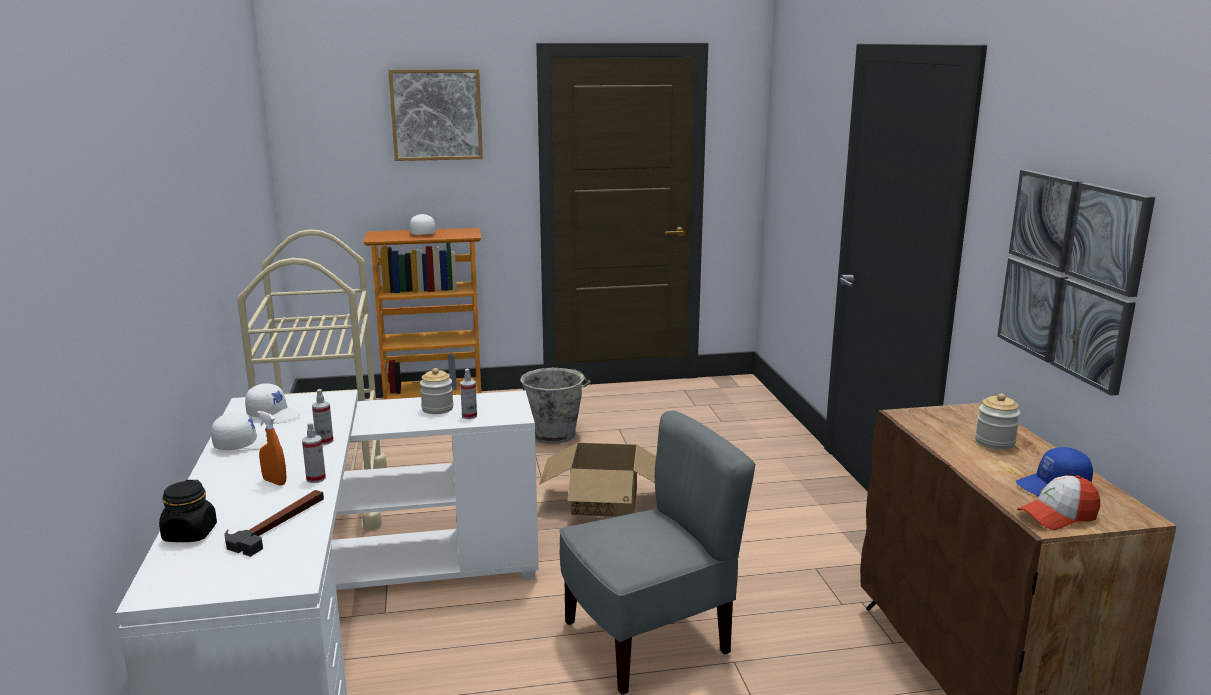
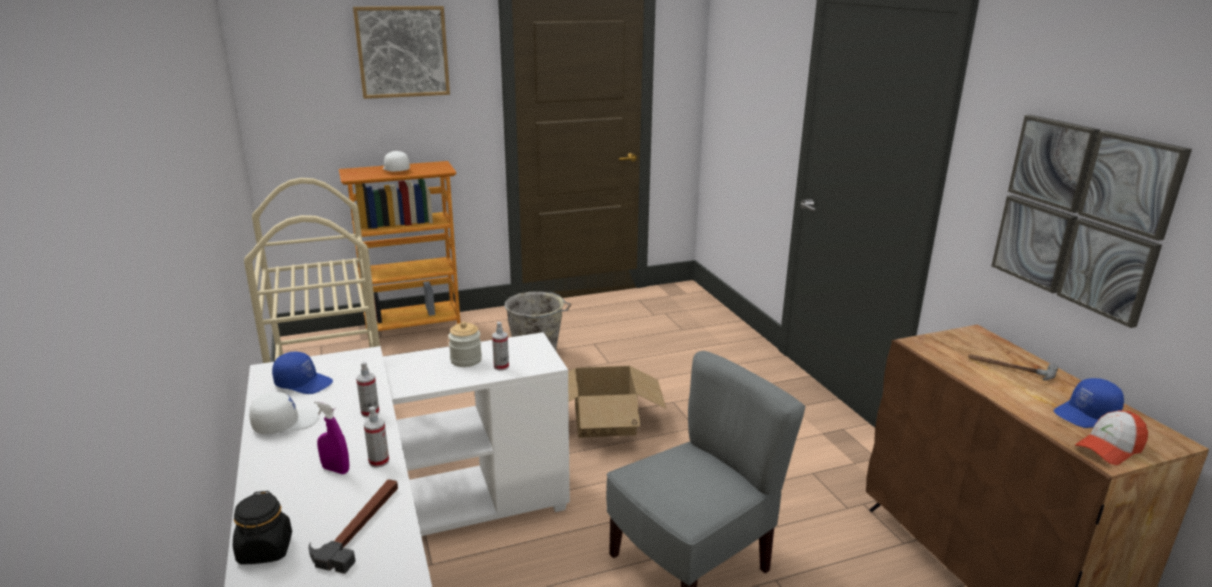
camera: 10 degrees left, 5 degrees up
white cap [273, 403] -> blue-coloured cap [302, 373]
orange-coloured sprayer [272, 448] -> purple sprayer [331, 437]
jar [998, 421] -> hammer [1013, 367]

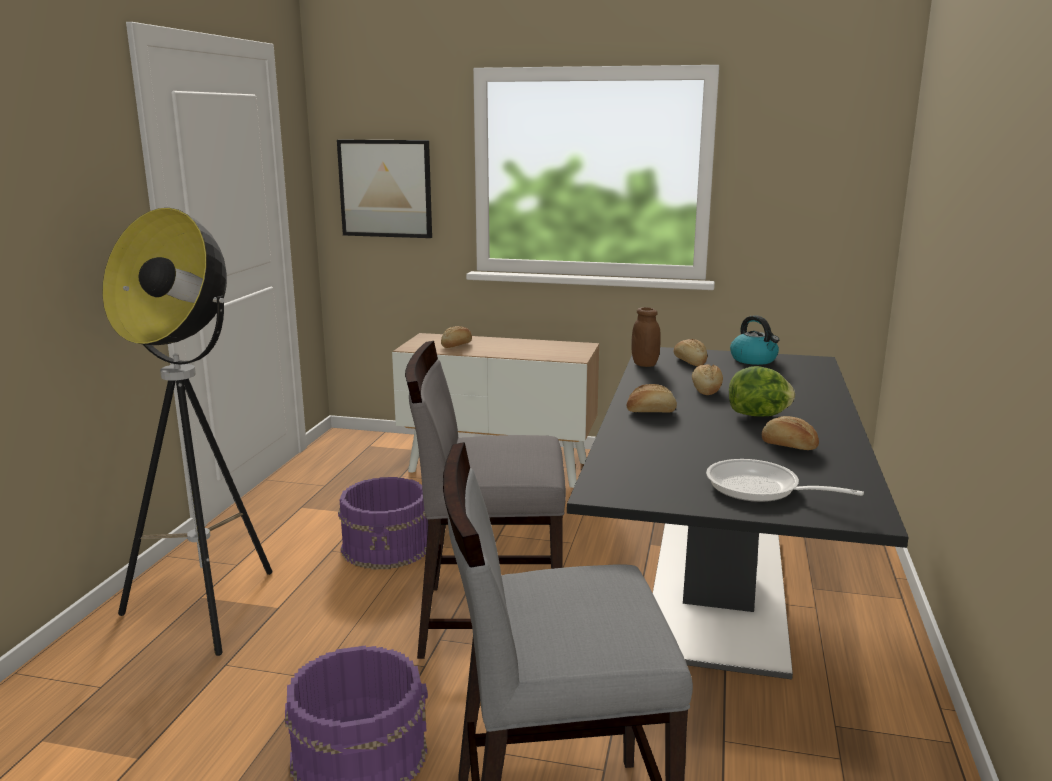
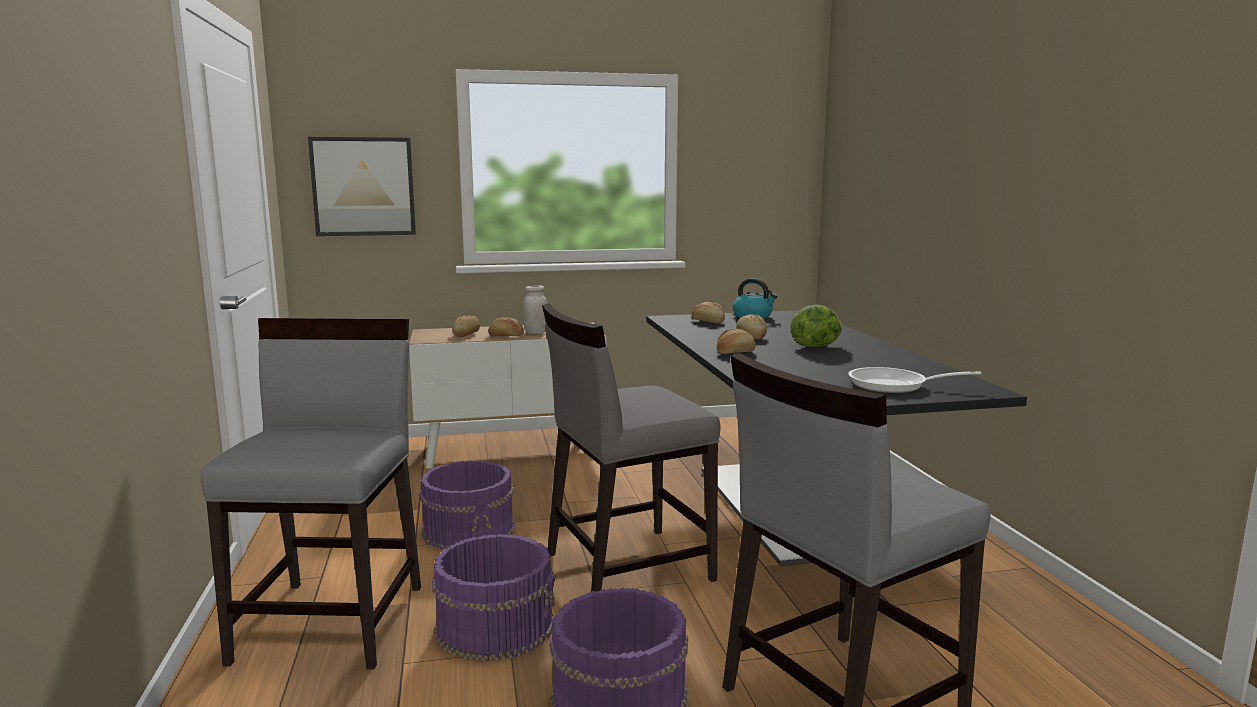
camera: 25 degrees left, 5 degrees down
standard lamp [187, 432] -> grey upright chair [311, 494]
brown jar [646, 337] -> none
bakery bread [790, 433] -> bakery bread [506, 326], relocated
none -> purple pail [493, 598]
none -> white jar [535, 309]

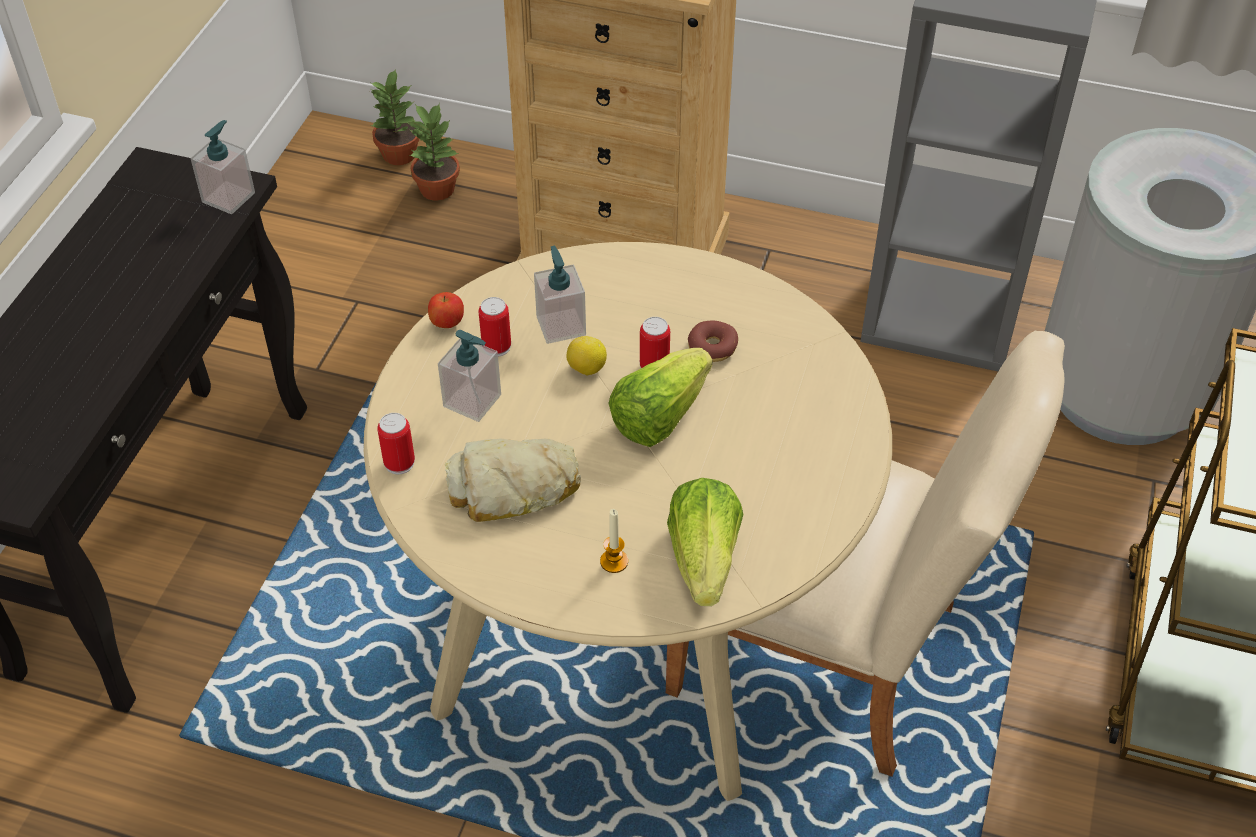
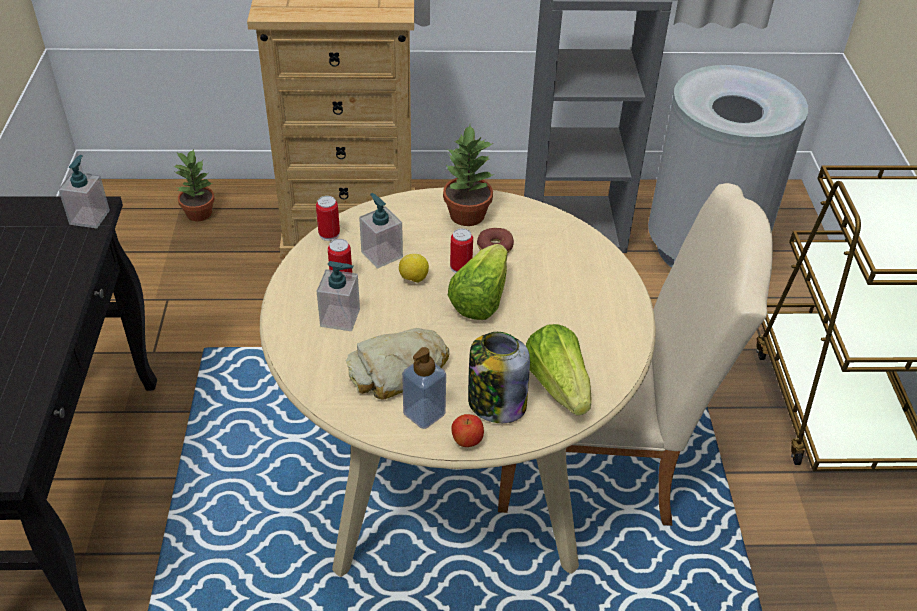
camera: 20 degrees left, 5 degrees down
houseplant [395, 116] -> houseplant [469, 175], relocated
sealed can [396, 443] -> sealed can [328, 218], relocated
apple [446, 310] -> apple [467, 430], relocated
wax candle [614, 541] -> jar [499, 377]
none -> liquid soap bottle [424, 388]

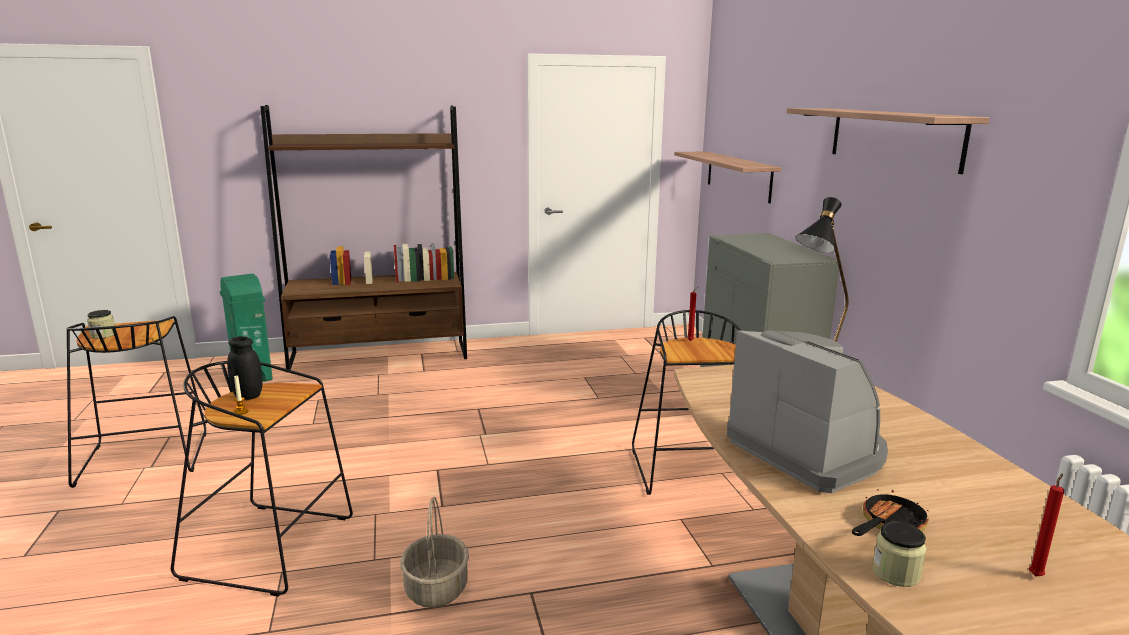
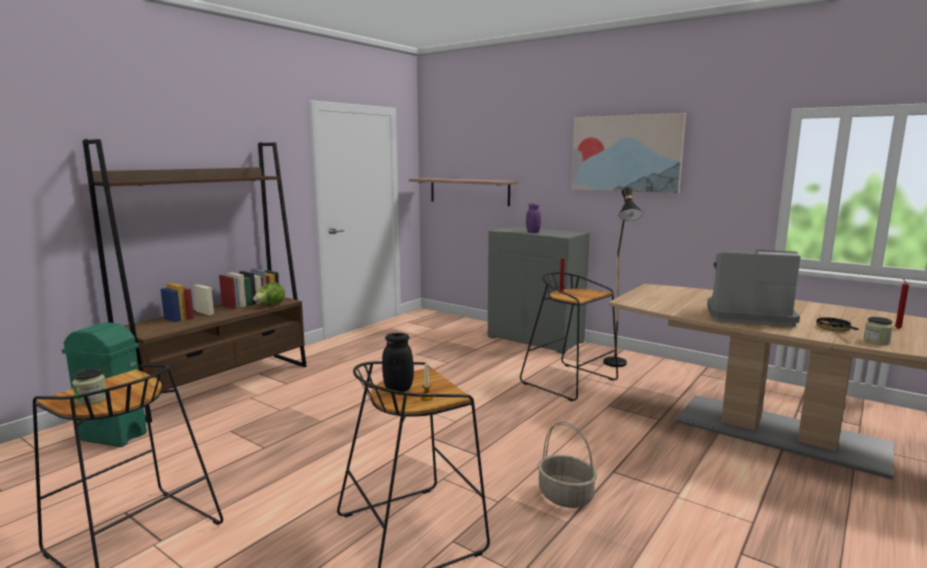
camera: 40 degrees left, 5 degrees down
shelf [887, 141] -> wall art [628, 153]
none -> lettuce head [269, 294]
none -> purple jar [533, 218]

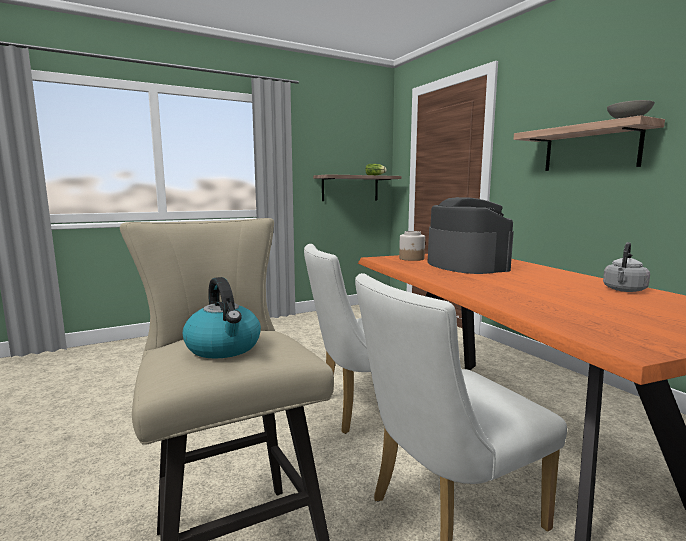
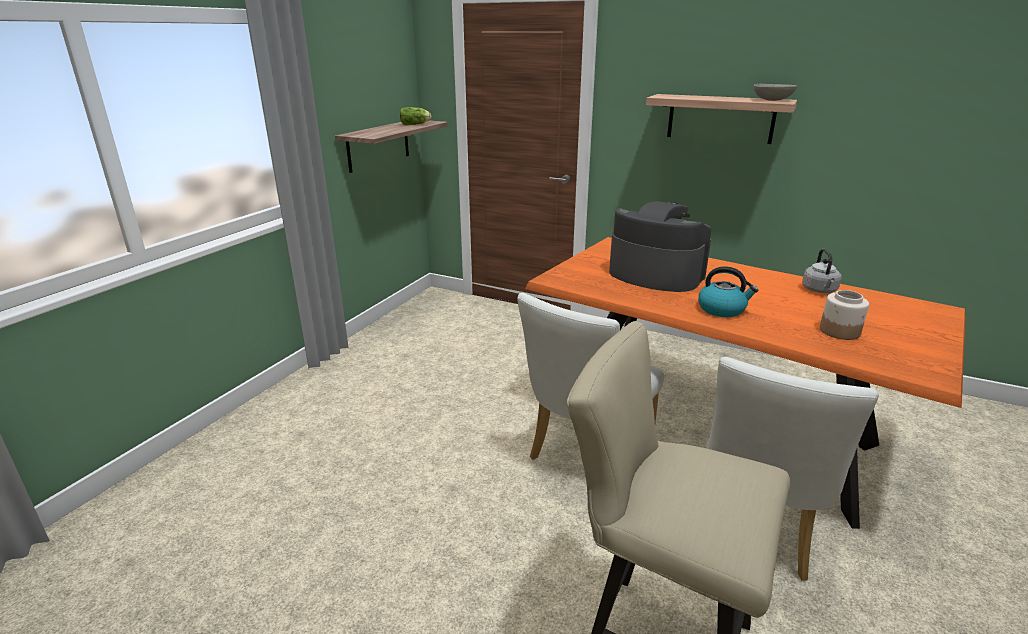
camera: 35 degrees left, 15 degrees up
kettle [222, 318] -> kettle [728, 291], relocated
jar [412, 246] -> jar [844, 315], relocated

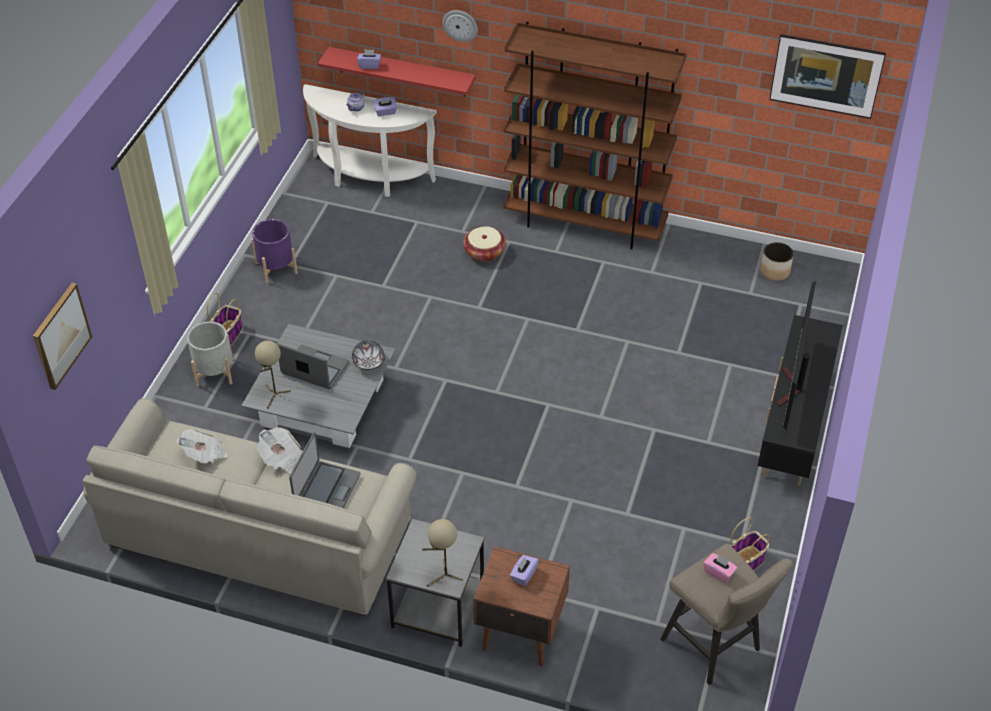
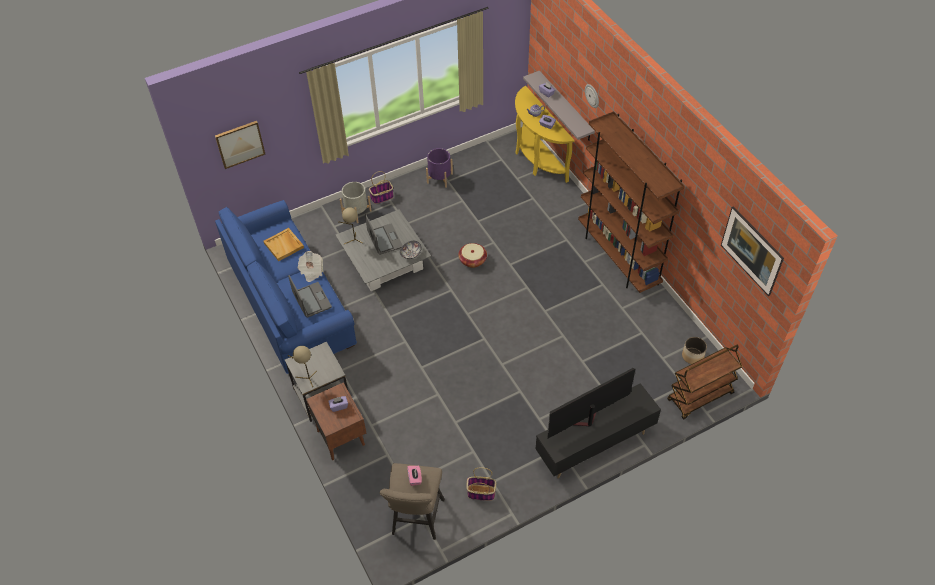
camera: 45 degrees right, 5 degrees up
beige settee [250, 507] -> blue-coloured settee [286, 287]
daily paper [202, 446] -> beige carrying tray [284, 244]
notebook computer [325, 470] -> notebook computer [310, 296], 90 degrees counterclockwise
white narrow table [370, 140] -> yellow-coloured narrow table [544, 134]
red shelf [397, 72] -> grey shelf [559, 106]
basket [485, 244] -> basket [473, 255], relocated
none -> brown trolley [705, 382]

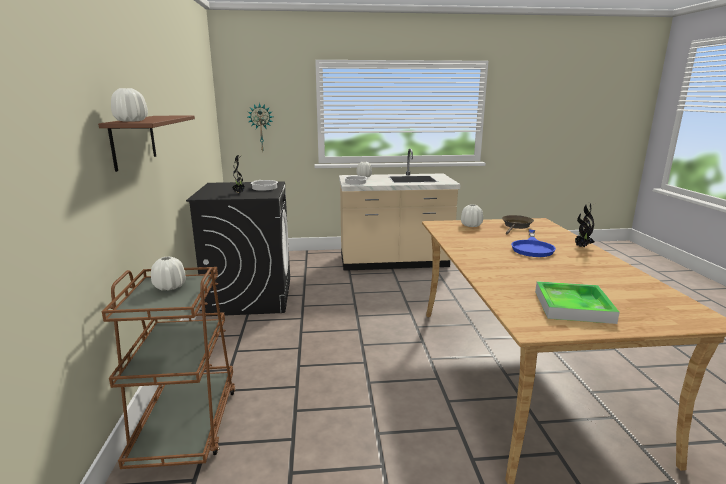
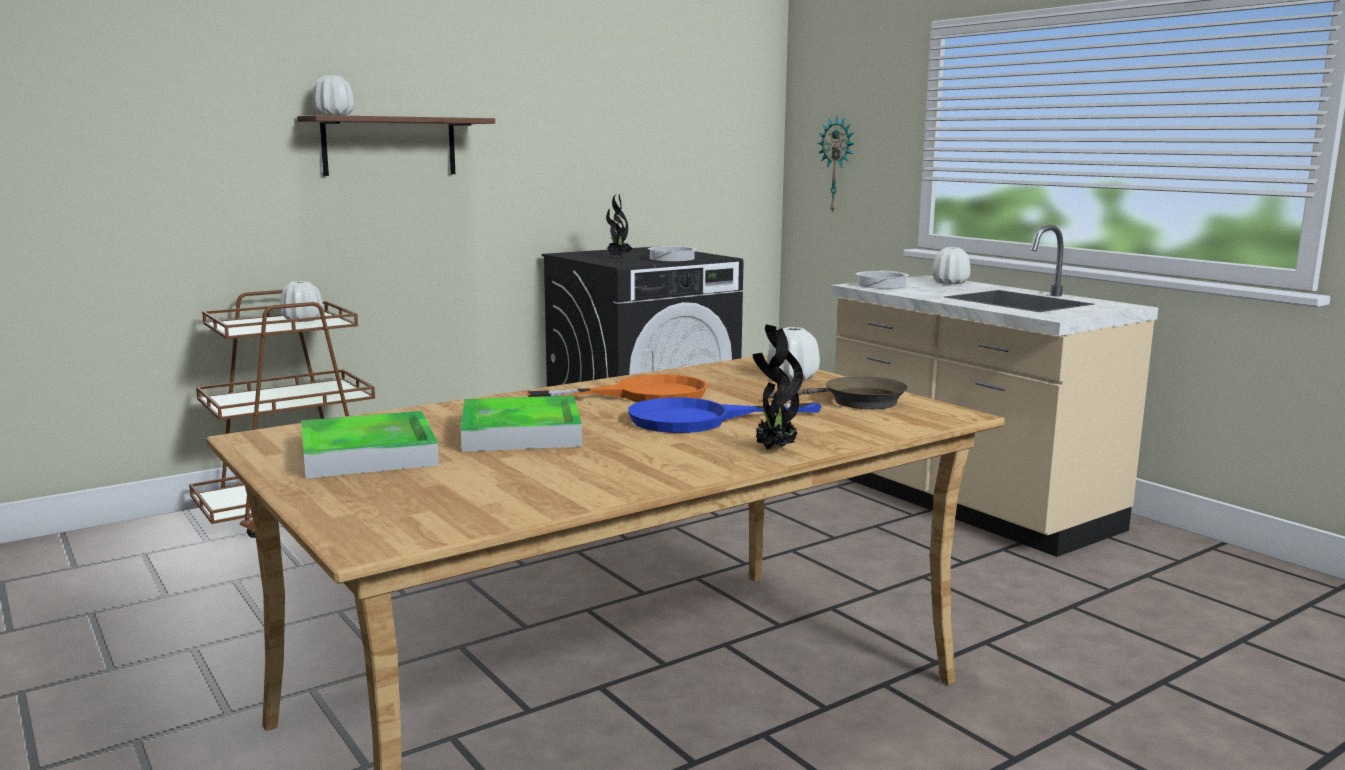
camera: 60 degrees right, 5 degrees down
none -> carrying tray [521, 424]
none -> orange-coloured skillet [617, 388]

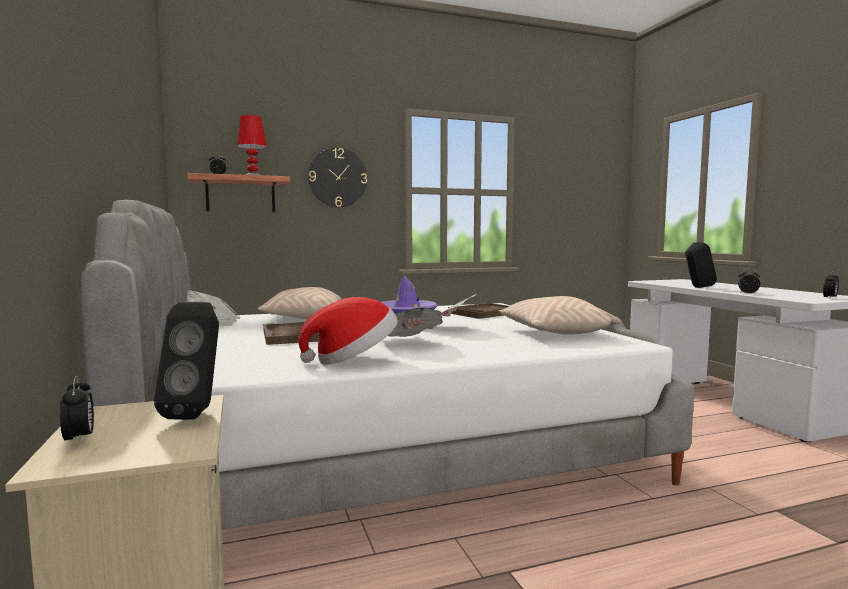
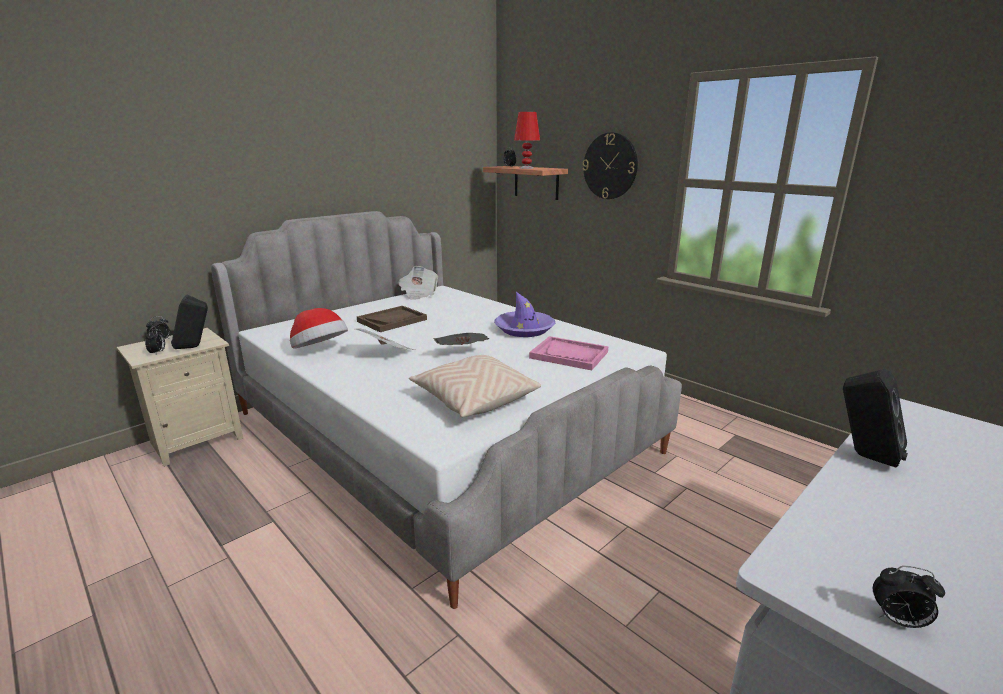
camera: 65 degrees right, 15 degrees up
beige cushion [300, 303] -> none
brown carrying tray [478, 311] -> pink-coloured carrying tray [568, 353]
bedside clock [749, 281] -> bedside clock [155, 340], relocated

